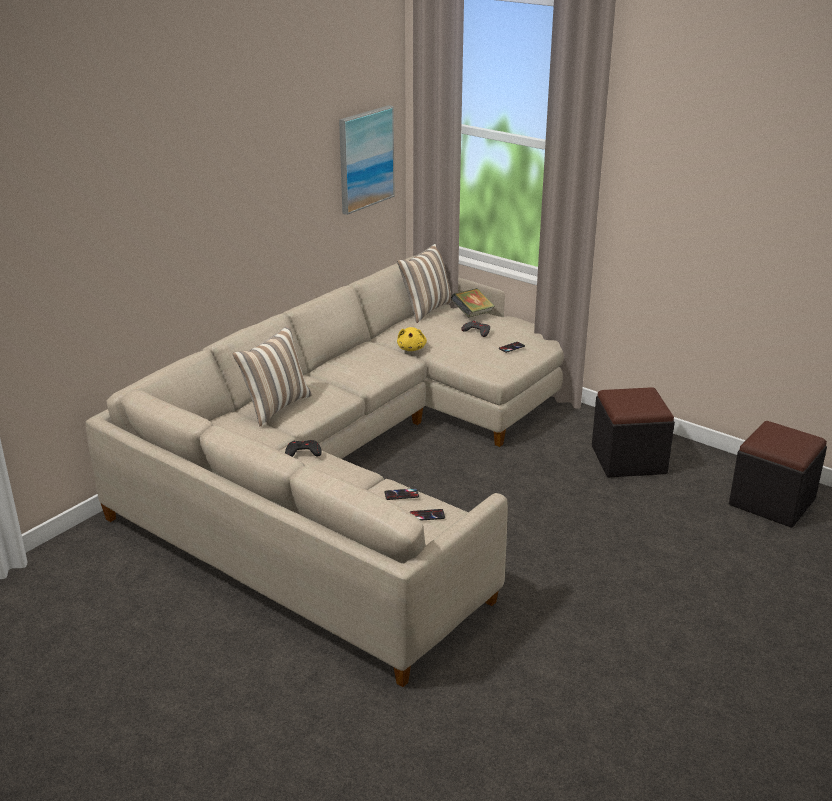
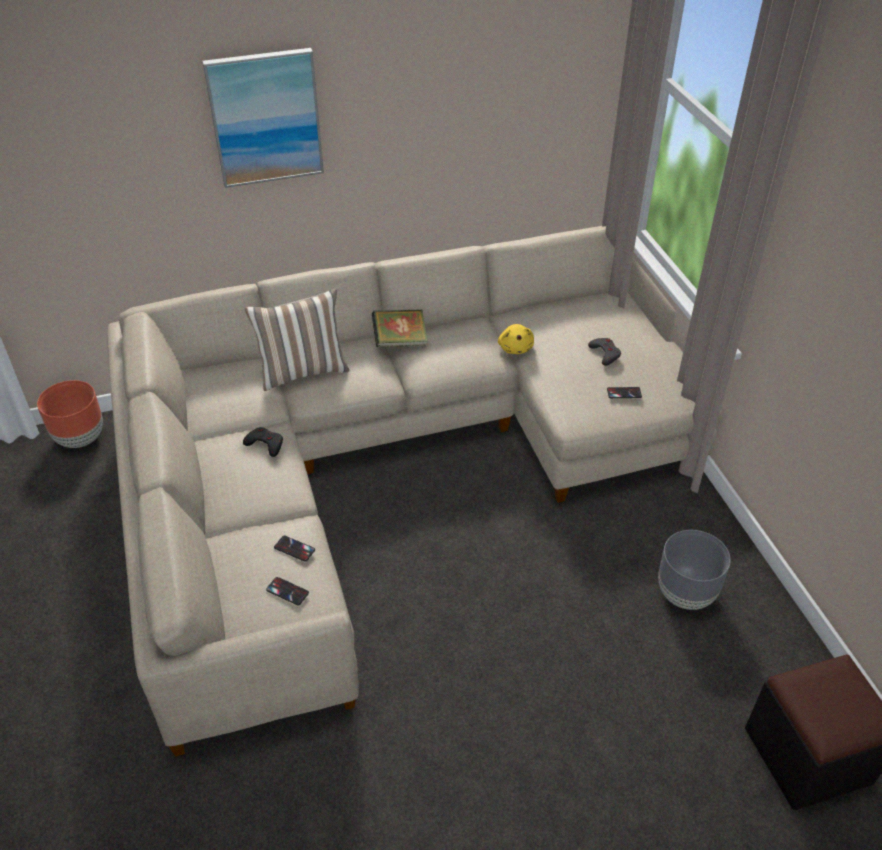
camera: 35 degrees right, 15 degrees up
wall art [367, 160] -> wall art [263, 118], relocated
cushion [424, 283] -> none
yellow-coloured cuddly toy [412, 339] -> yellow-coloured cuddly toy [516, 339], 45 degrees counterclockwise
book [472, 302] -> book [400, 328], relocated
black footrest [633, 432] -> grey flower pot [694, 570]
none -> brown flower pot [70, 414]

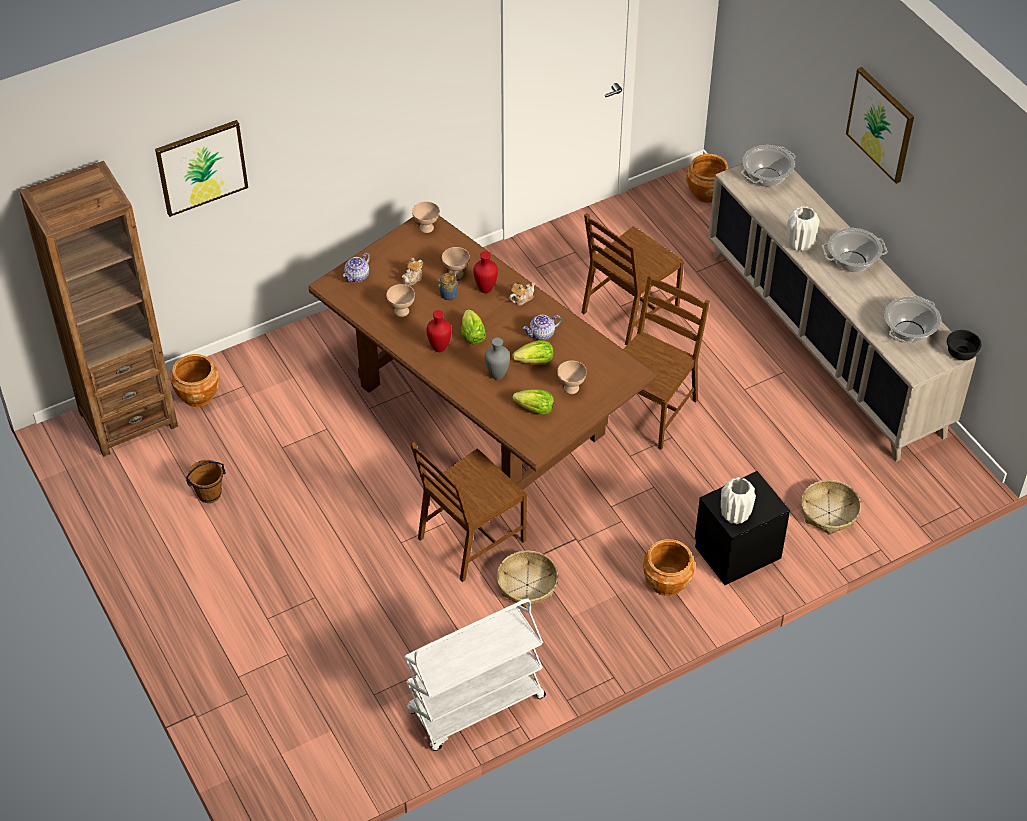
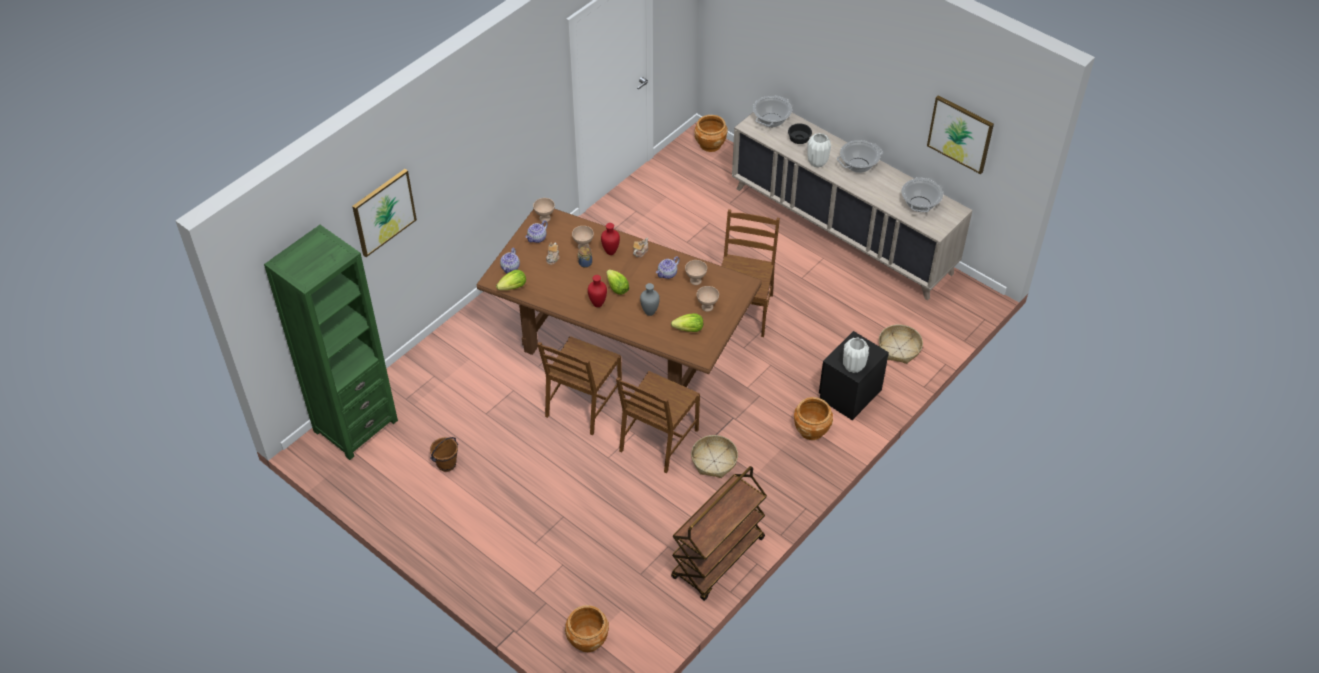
camera: 20 degrees left, 0 degrees up
brown bookshelf [98, 309] -> greenish bookshelf [331, 342]
brown flower pot [194, 380] -> brown flower pot [587, 628], relocated
beige bowl [400, 300] -> beige bowl [696, 272], relocated
white trolley [475, 674] -> brown trolley [719, 533]
lettuce head [533, 352] -> lettuce head [511, 280], relocated
brown upright chair [632, 279] -> brown upright chair [579, 385], relocated
wall art [880, 125] -> wall art [960, 134], relocated
black bowl [964, 345] -> black bowl [800, 133], relocated
none -> teapot [536, 231]

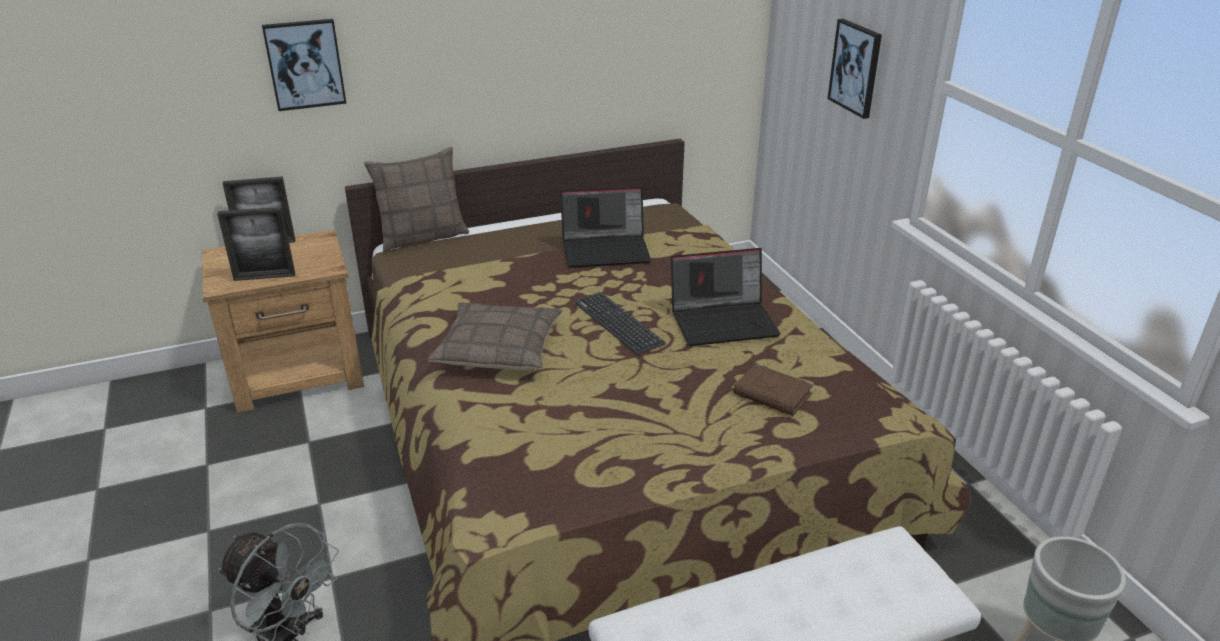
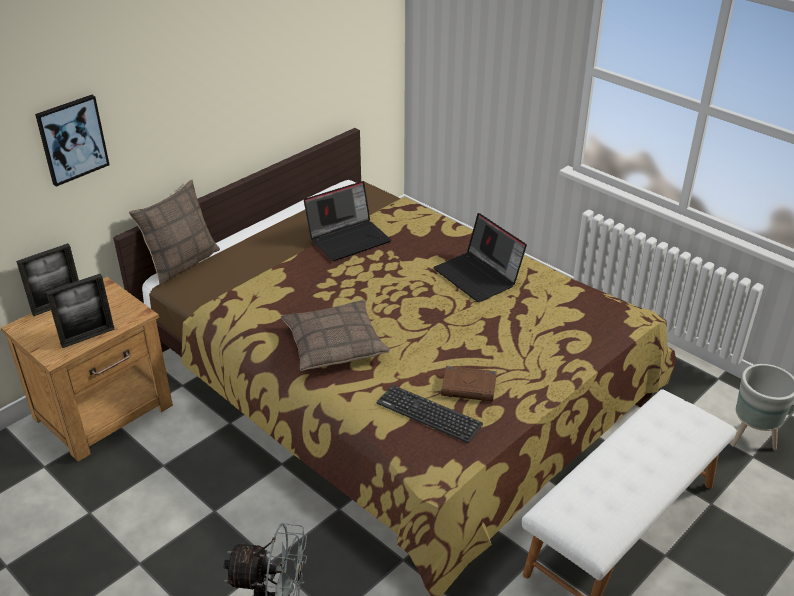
camera: 25 degrees left, 5 degrees up
PC keyboard [620, 323] -> PC keyboard [430, 414], relocated
notebook computer [726, 297] -> notebook computer [480, 257], 90 degrees clockwise
brown book [773, 390] -> brown book [469, 384], relocated
wall art [855, 69] -> none

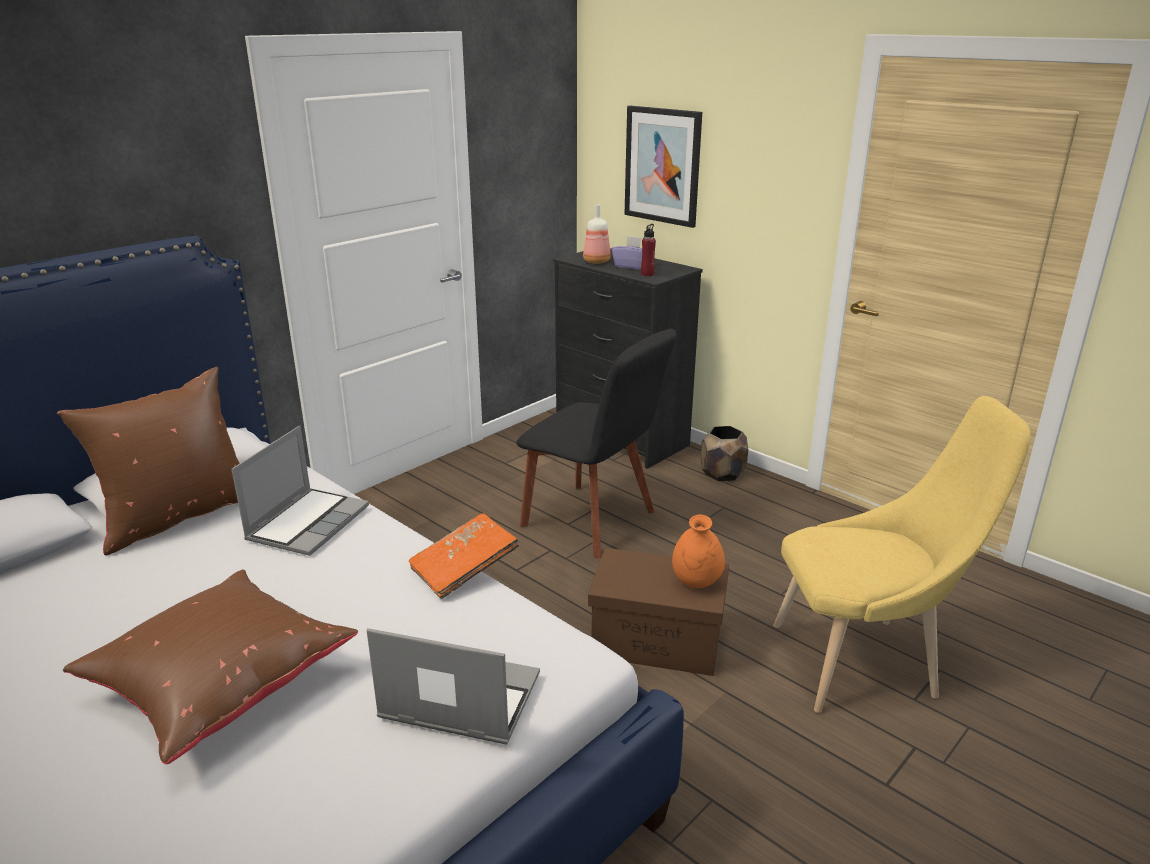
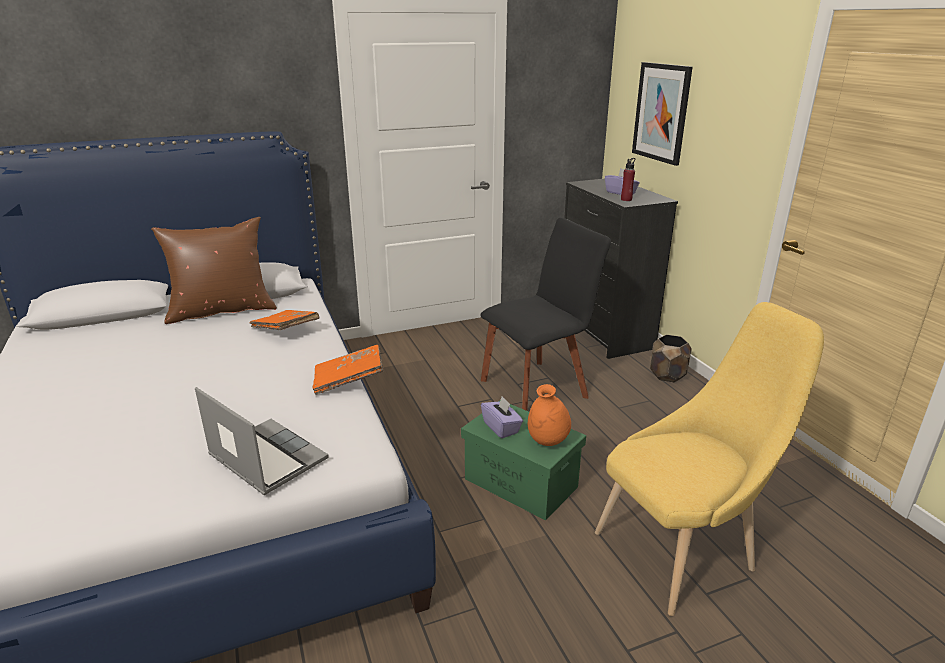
camera: 25 degrees right, 0 degrees up
brown cushion [210, 666] -> none
notebook computer [300, 491] -> orange-coloured book [284, 320]
black upright chair [596, 444] -> black upright chair [545, 314], 90 degrees counterclockwise
beverage bottle [597, 234] -> none
brown storage bin [658, 612] -> greenish storage bin [523, 460]
yellow-coloured upright chair [902, 554] -> yellow-coloured upright chair [709, 459], 45 degrees counterclockwise
none -> purple tissue box [502, 417]

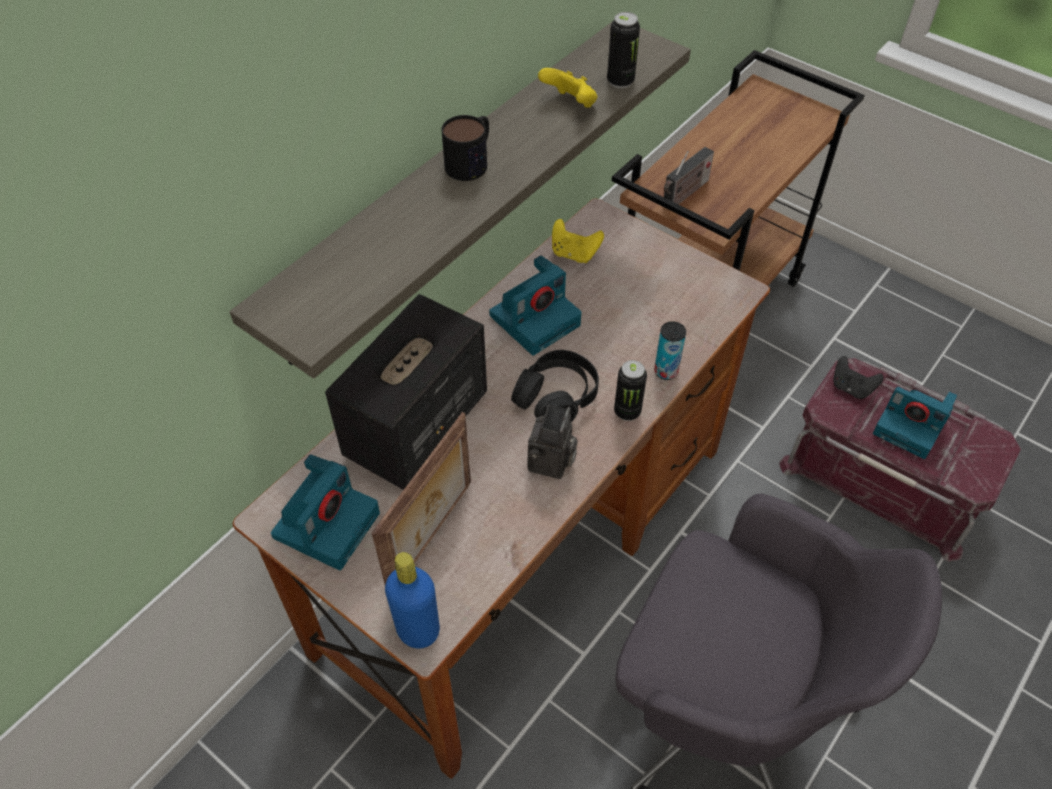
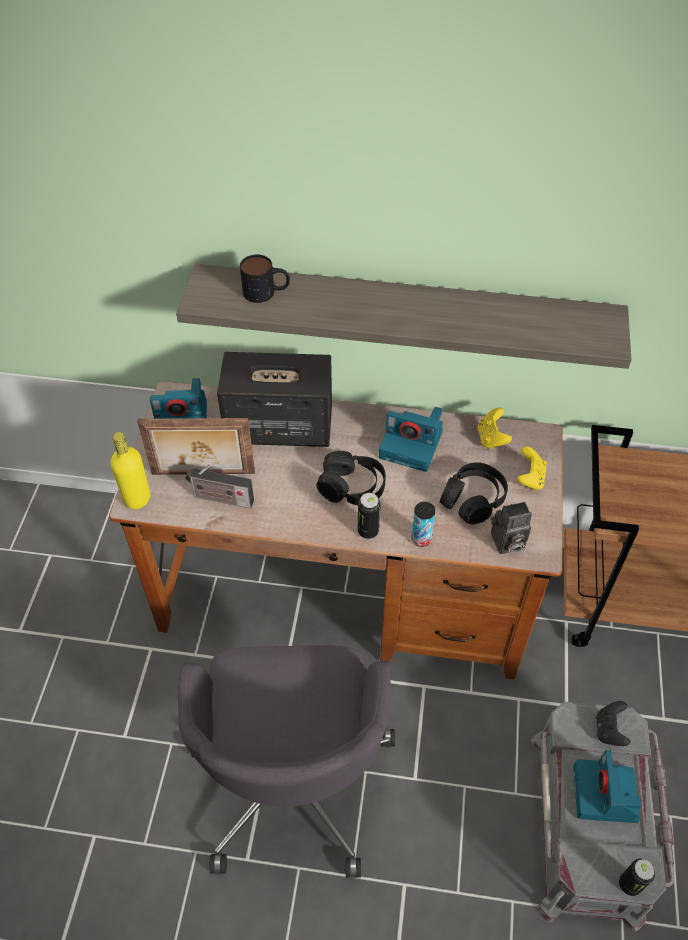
camera: 60 degrees right, 0 degrees up
blue-coloured beverage bottle [412, 600] -> yellow-coloured beverage bottle [130, 470]
tea mug [465, 148] -> tea mug [265, 278], relocated
photo camera [552, 442] -> photo camera [511, 528], relocated
yellow-coloured game controller [567, 88] -> yellow-coloured game controller [532, 468], relocated
sealed can [623, 50] -> sealed can [637, 877], relocated
radio [689, 175] -> radio [220, 486], relocated
red storage bin [900, 460] -> grey storage bin [602, 816]
none -> black pair of headphones [474, 493]

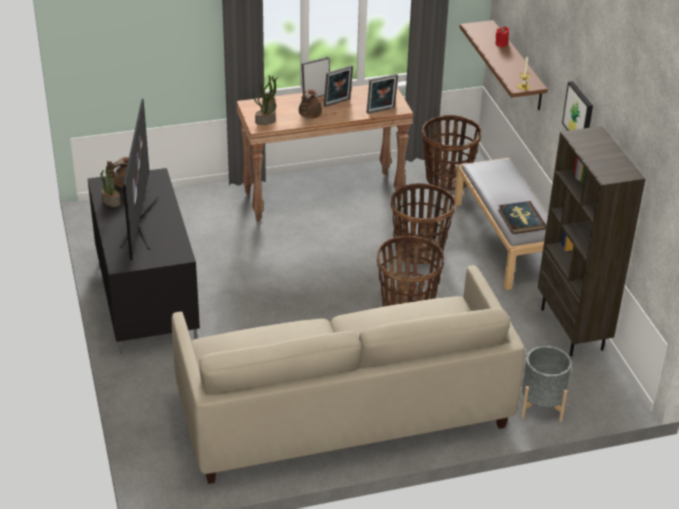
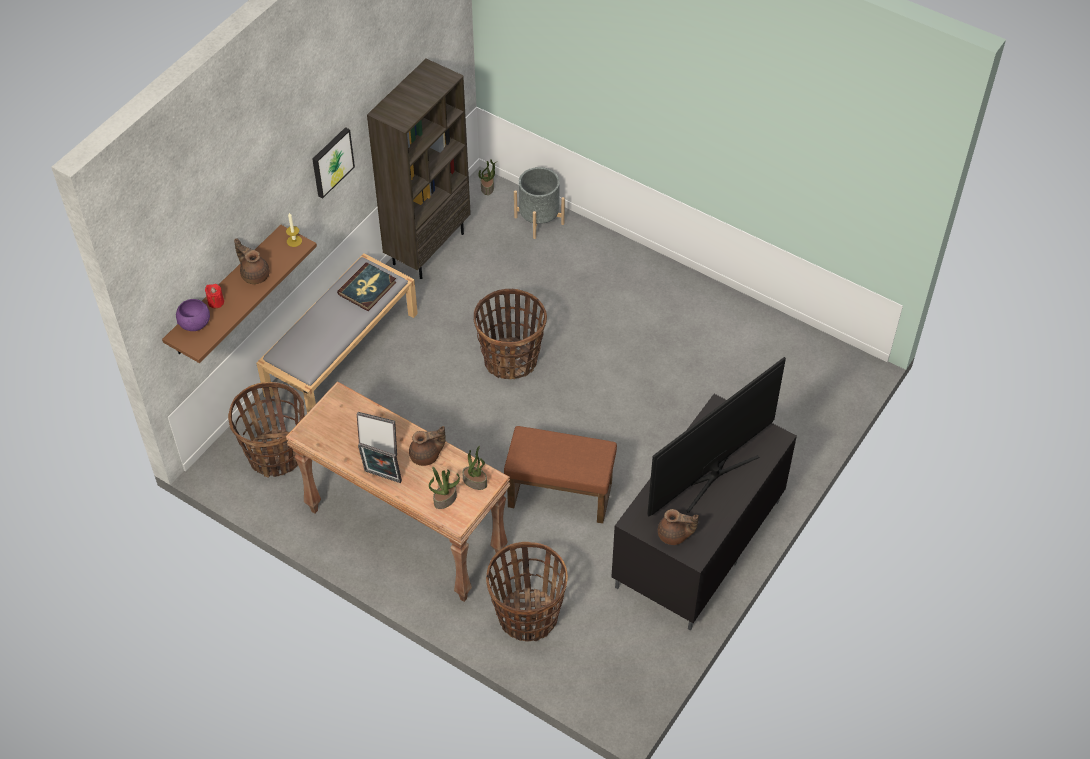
camera: 130 degrees left, 15 degrees up
houseplant [110, 186] -> houseplant [487, 177], relocated
beige settee [348, 374] -> none
standing frame [382, 94] -> none
basket [423, 223] -> basket [527, 592], relocated
none -> purple bowl [193, 315]
none -> brown teapot [252, 261]
none -> brown footrest [560, 475]

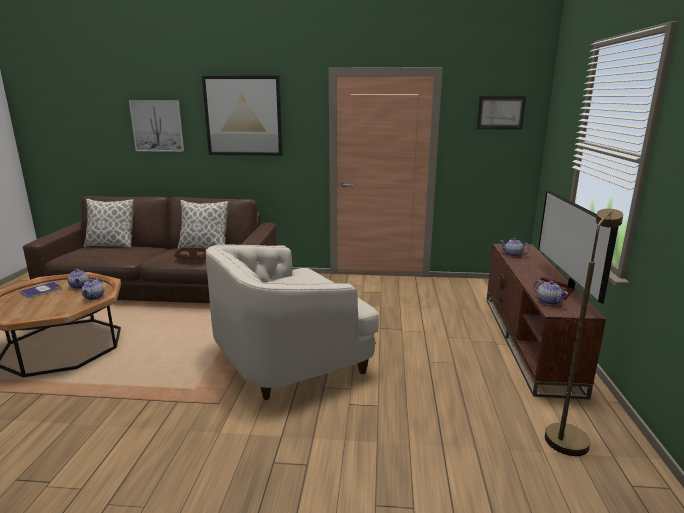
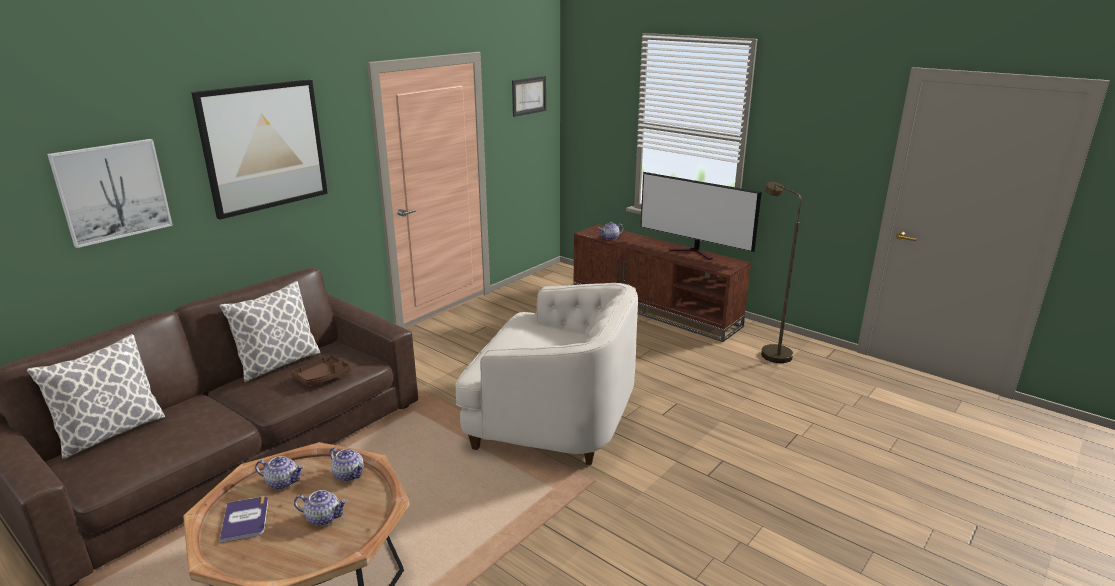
camera: 55 degrees left, 5 degrees up
white easy chair [292, 322] -> white easy chair [546, 374], 75 degrees counterclockwise
teapot [551, 292] -> teapot [321, 508], relocated

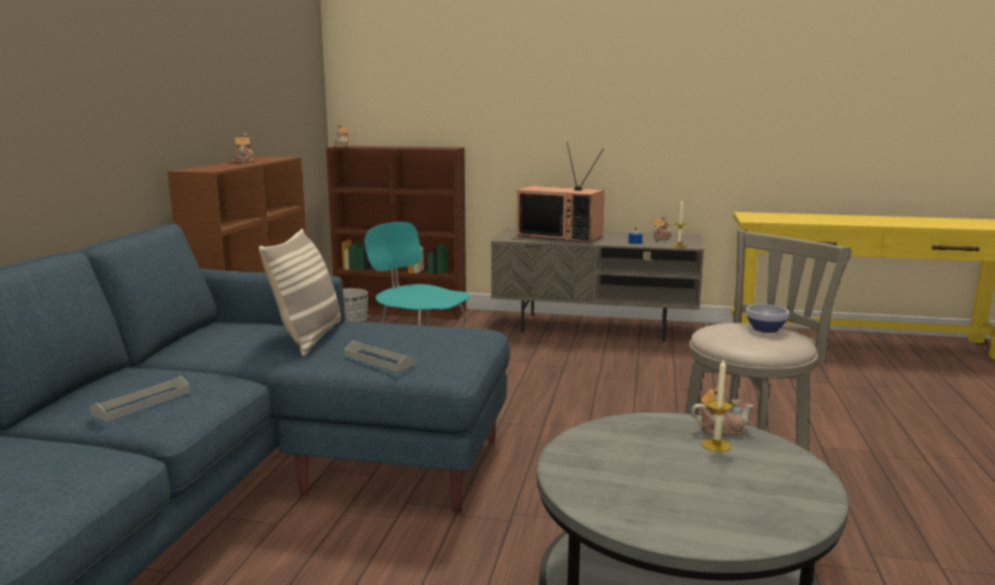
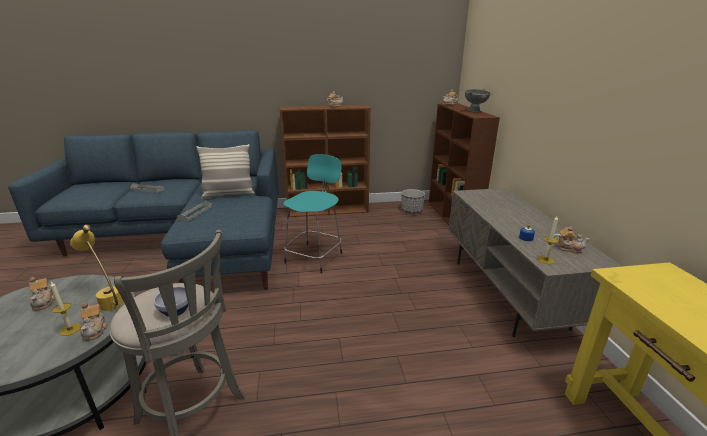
camera: 70 degrees right, 10 degrees up
television [561, 192] -> none
none -> teapot [42, 294]
none -> yellow-coloured lamp for a table [97, 268]
none -> grey bowl [478, 100]

